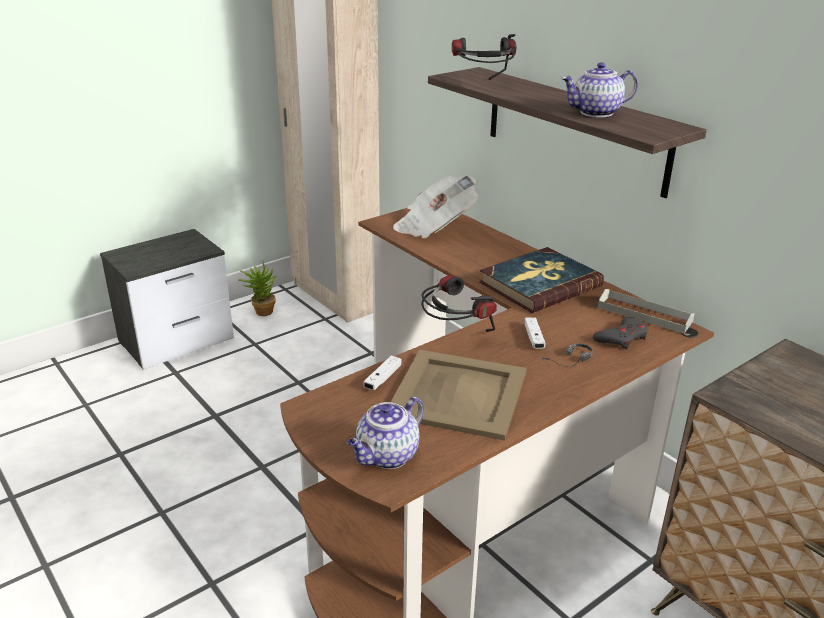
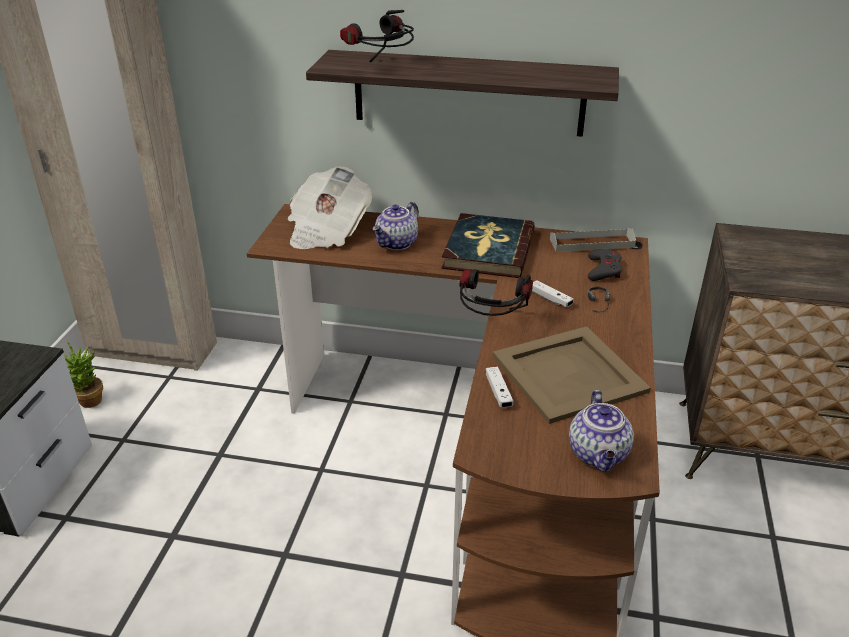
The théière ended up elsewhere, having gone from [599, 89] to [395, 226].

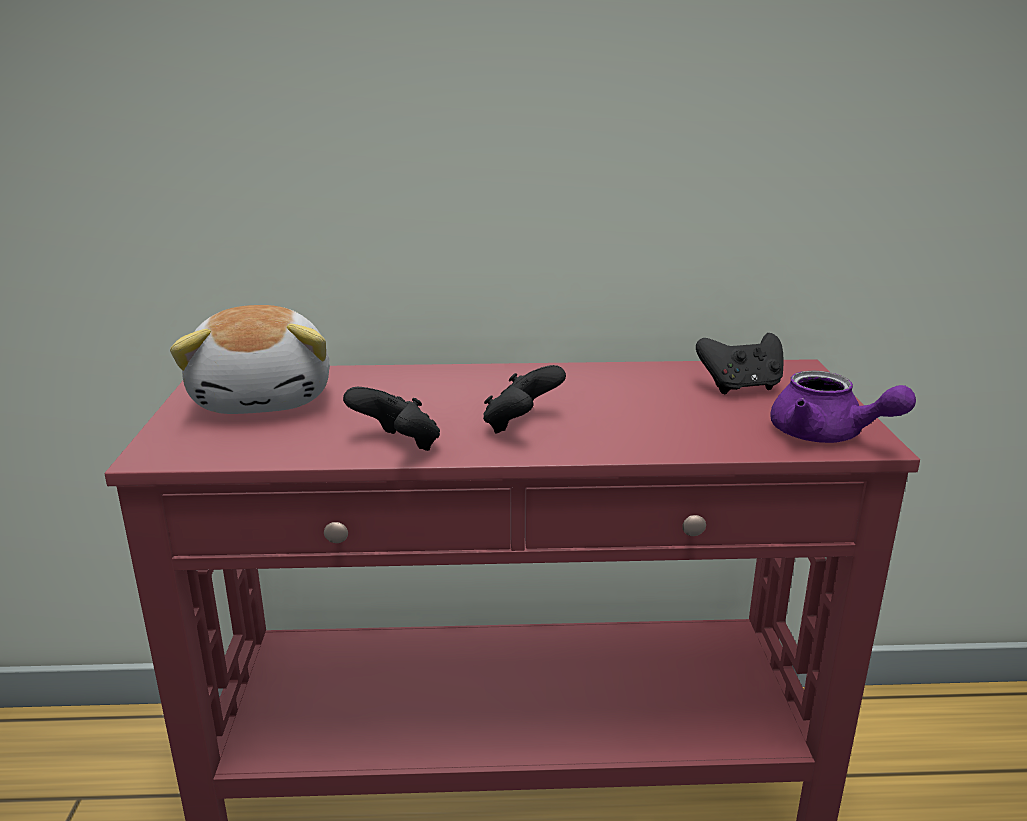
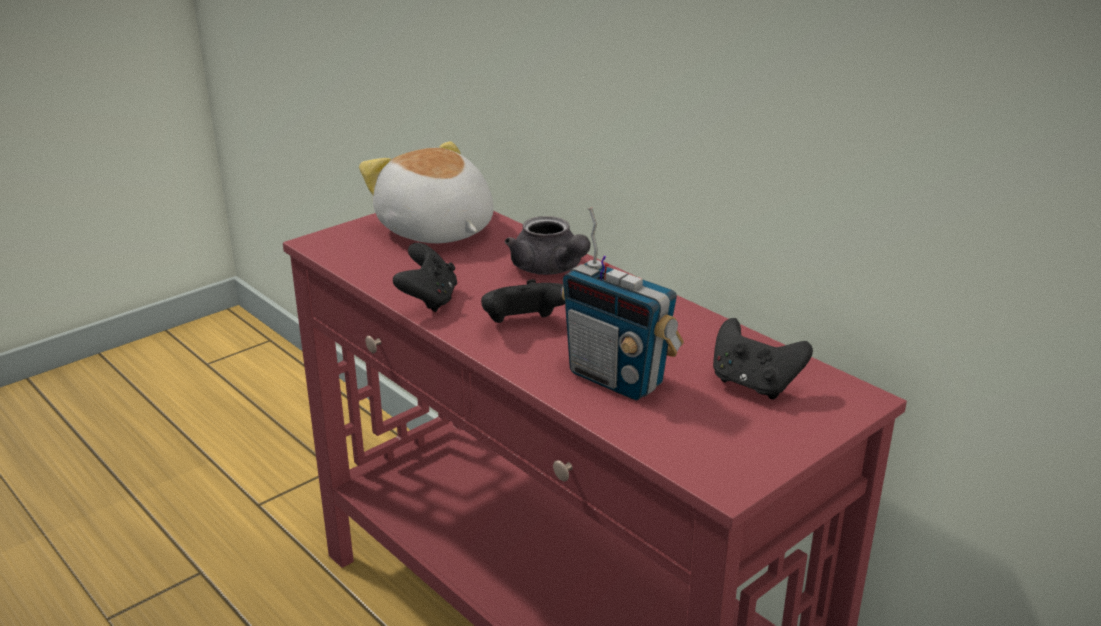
The peluche at [250, 359] ended up facing another way, 105 degrees clockwise from before. The second view gained the théière/gris at [547, 245]. The second view gained the radio at [622, 303]. The second view lost the théière/violet at [843, 407].

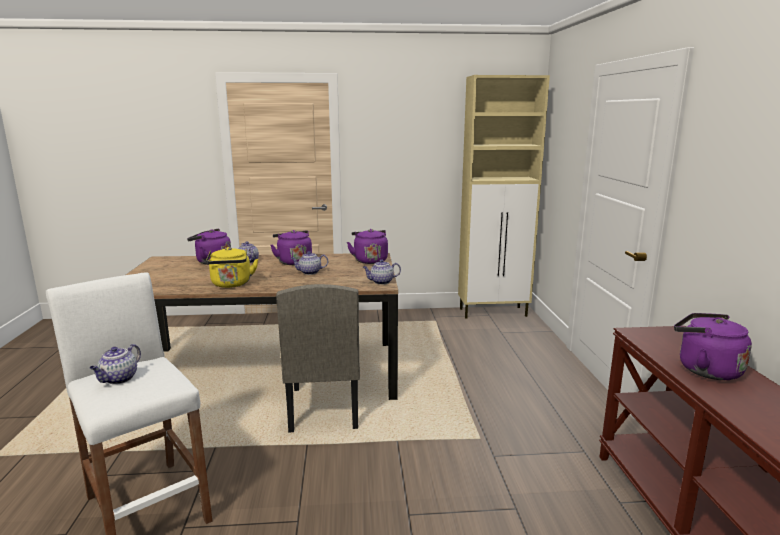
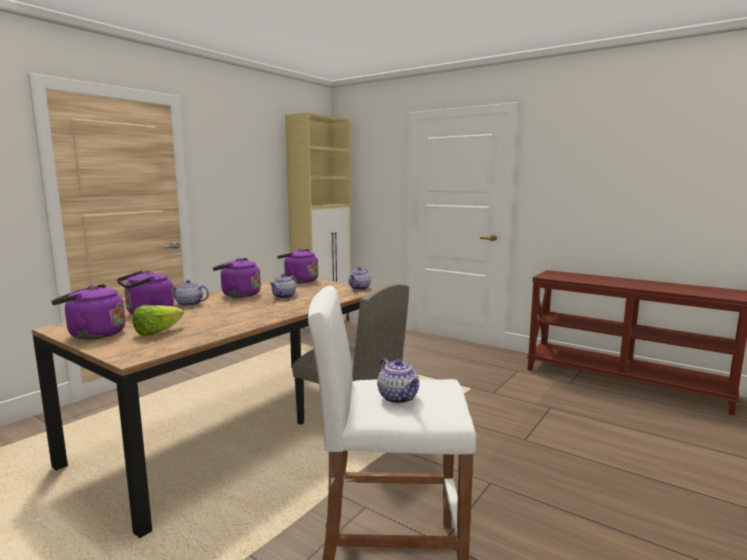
The bouilloire/violet ended up elsewhere, having gone from [713, 346] to [88, 311]. The second view gained the laitue at [158, 320]. The second view lost the bouilloire/jaune at [232, 267].

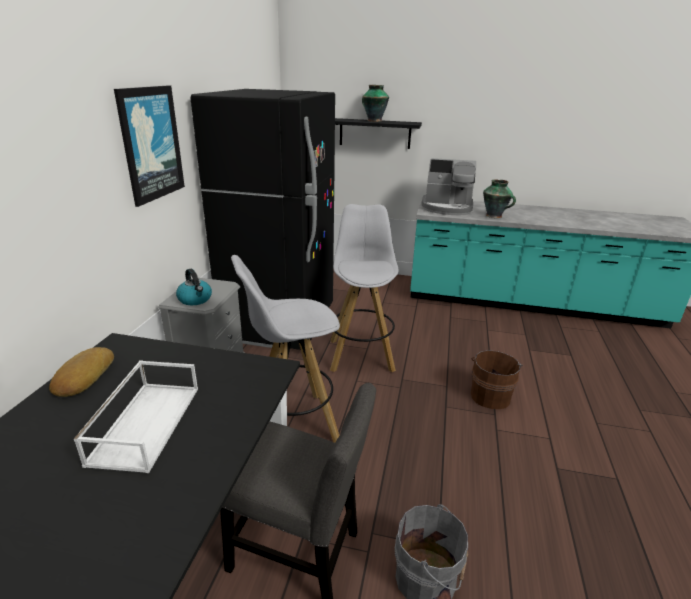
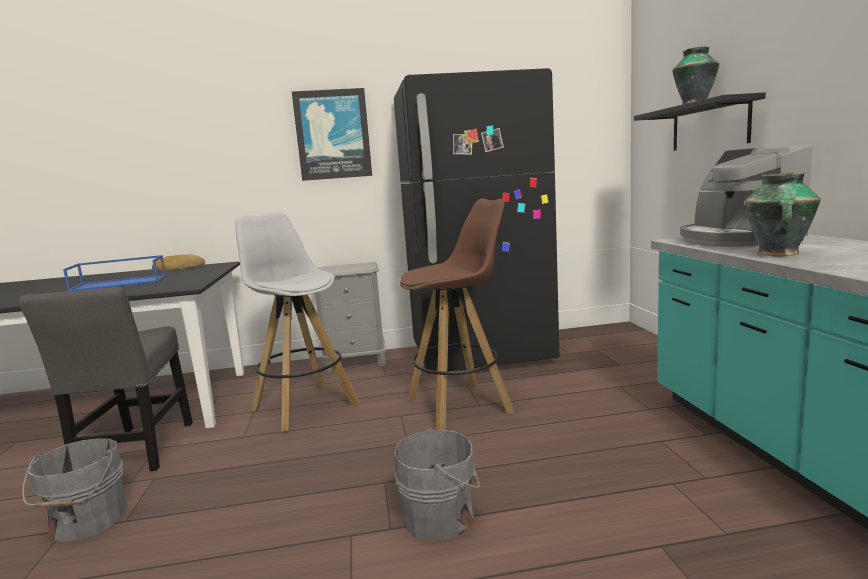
What was the plateau/blanc at [136, 416] turned into the plateau/bleu at [115, 273]. What was the seau/marron at [497, 379] turned into the seau/gris at [437, 484]. What was the tabouret/blanc at [364, 288] turned into the tabouret/marron at [457, 314]. The second view lost the bouilloire at [194, 287].

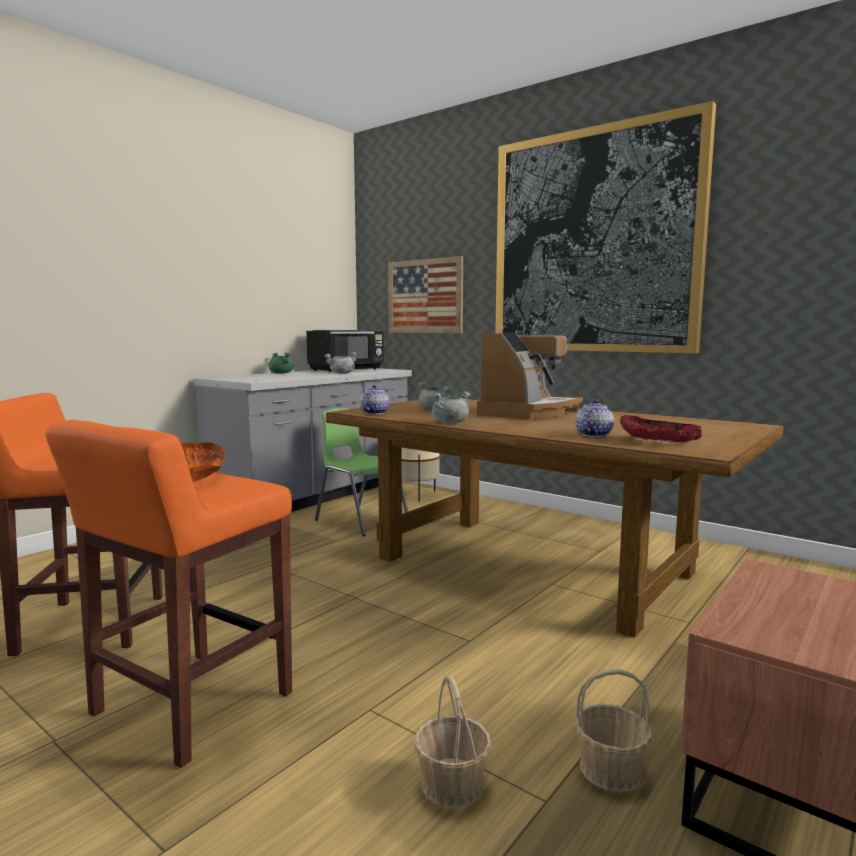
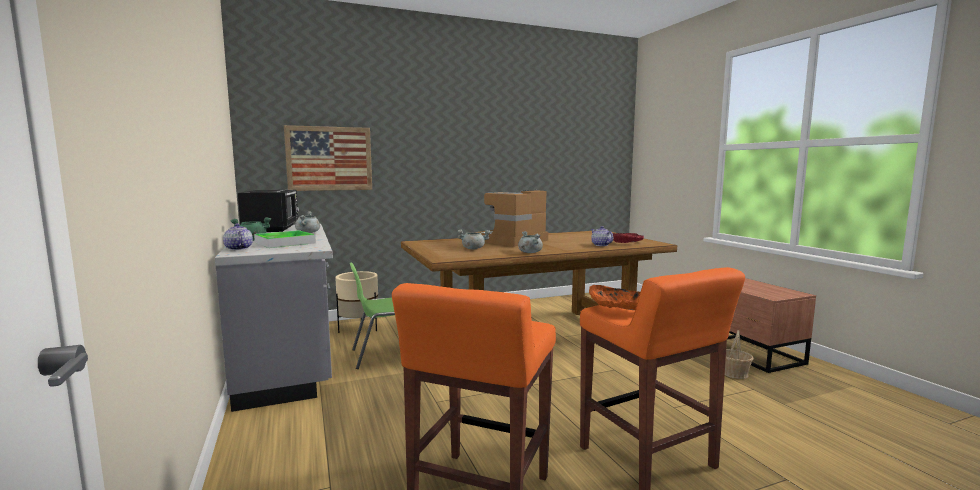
The théière ended up elsewhere, having gone from [374, 399] to [238, 236]. The second view gained the plateau at [285, 239]. The machine à café at [530, 375] ended up facing another way, 105 degrees counterclockwise from before. The second view lost the panier at [453, 741]. The second view lost the tableau at [605, 227].

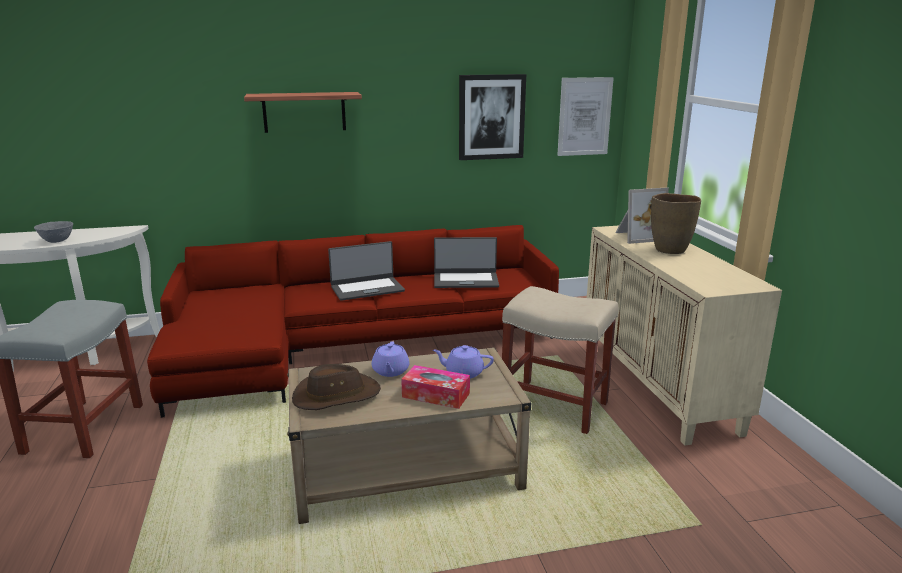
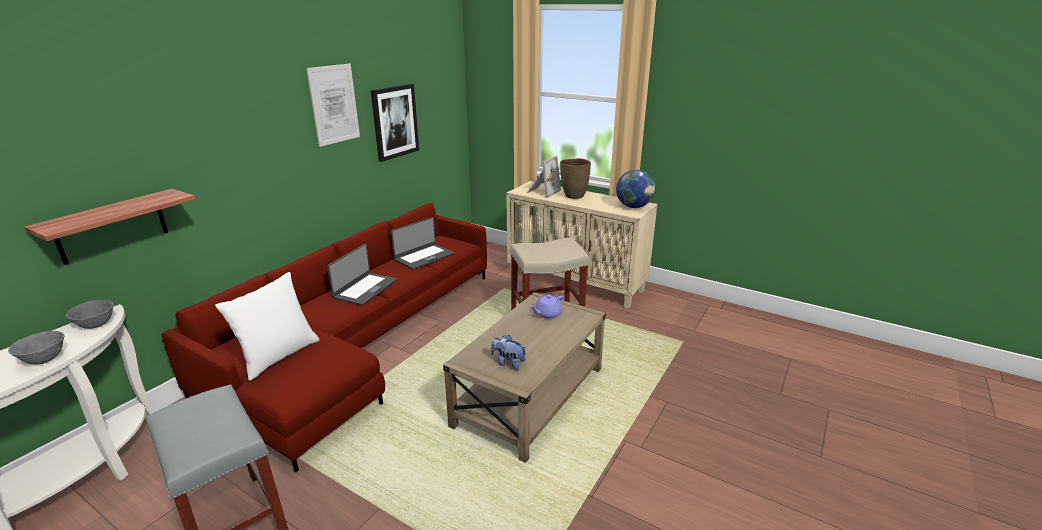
The étagère ended up elsewhere, having gone from [303, 112] to [110, 227]. The second view gained the bol/gris at [89, 314]. The second view gained the coussin/blanc at [267, 326]. The tableau ended up elsewhere, having gone from [585, 116] to [333, 105]. Where the chapeau/marron stood at [336, 387], the peluche came to stand at [508, 352]. The second view gained the globe at [635, 189]. The second view lost the théière/violet at [390, 359]. The second view lost the boîte à mouchoirs at [435, 387].

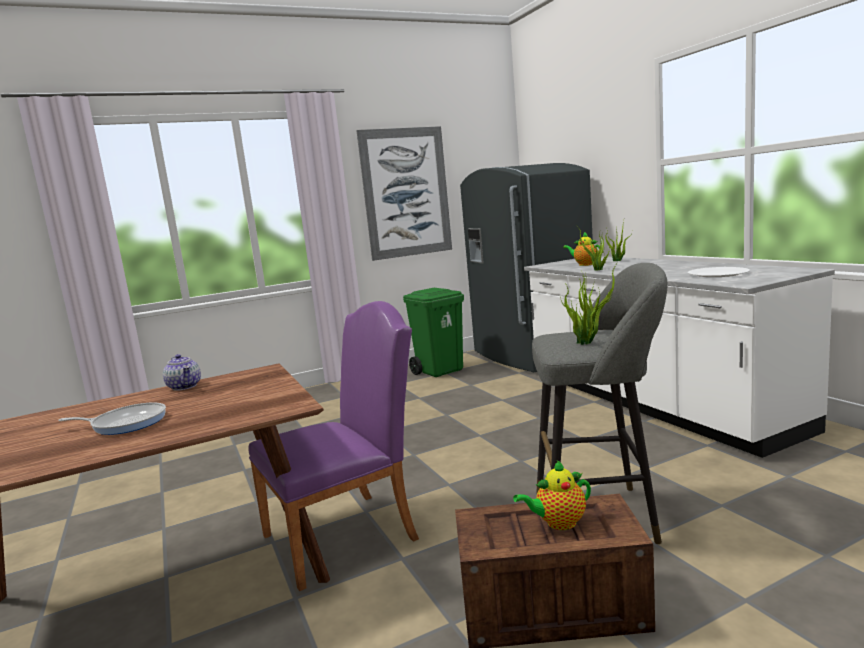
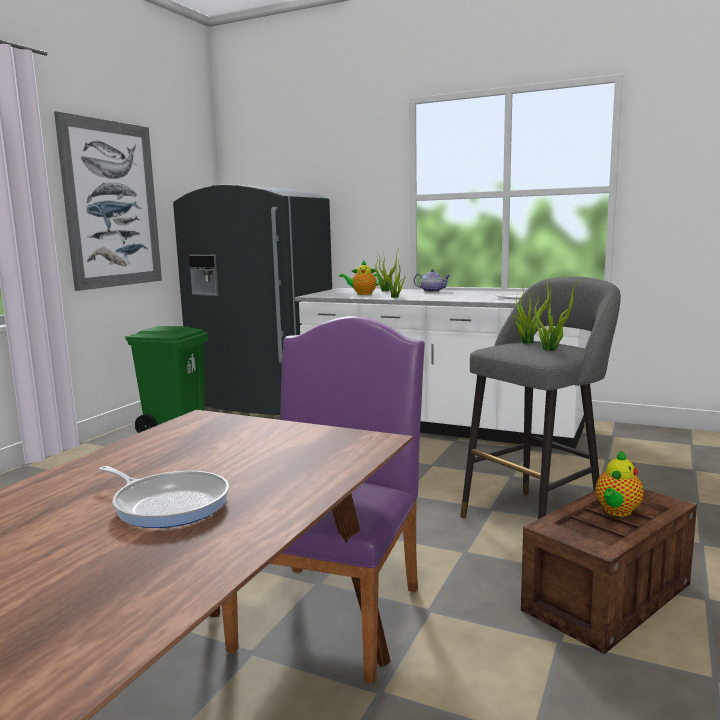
The poêle at [112, 419] ended up facing another way, 75 degrees clockwise from before. The théière ended up elsewhere, having gone from [182, 372] to [432, 280].

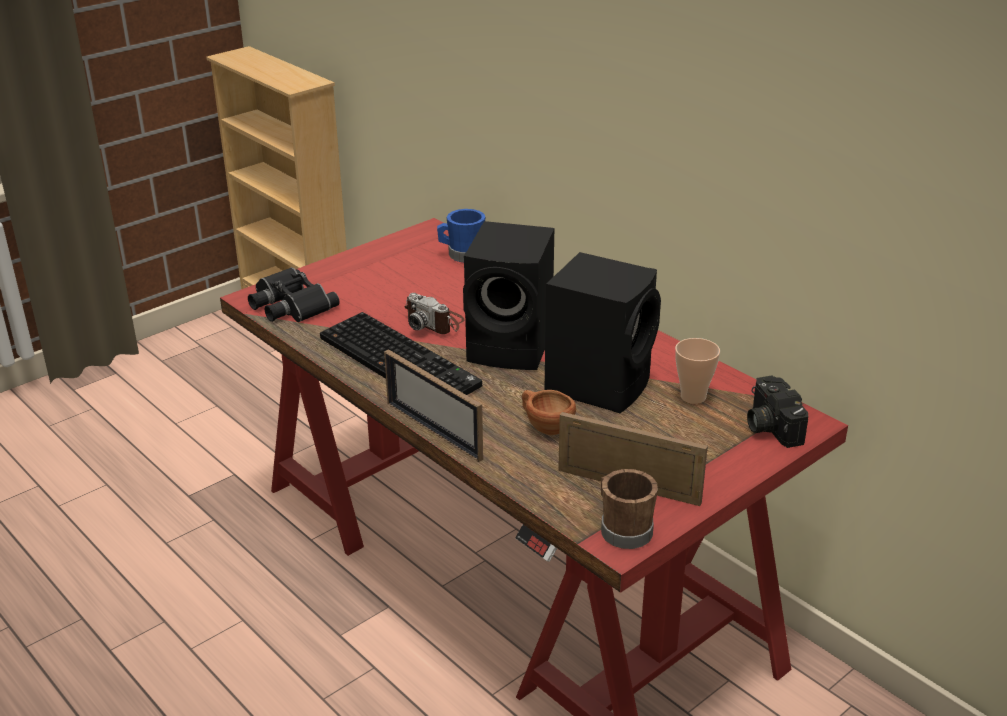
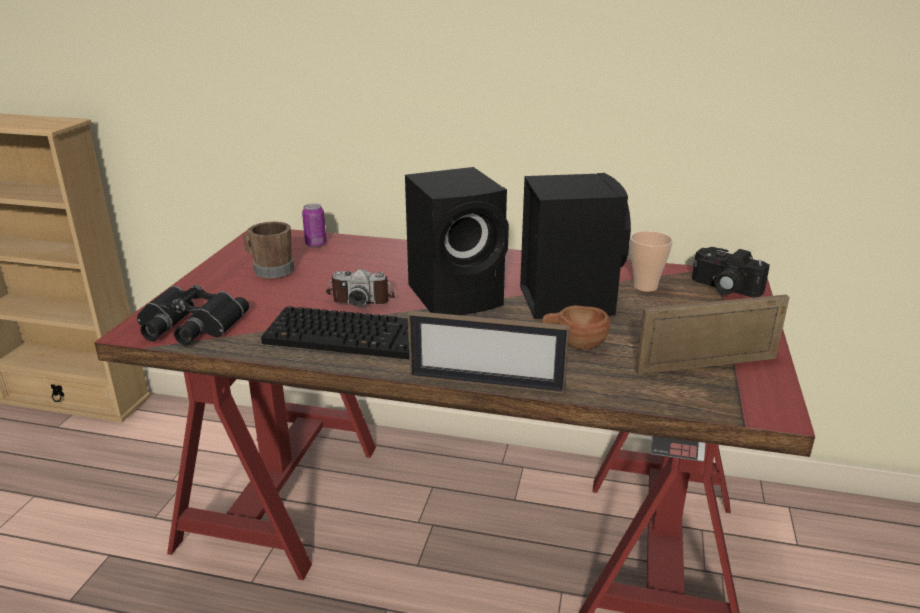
The mug/marron ended up elsewhere, having gone from [629, 509] to [268, 250]. Where the mug/bleu stood at [461, 235], the boîte métallique came to stand at [314, 225].

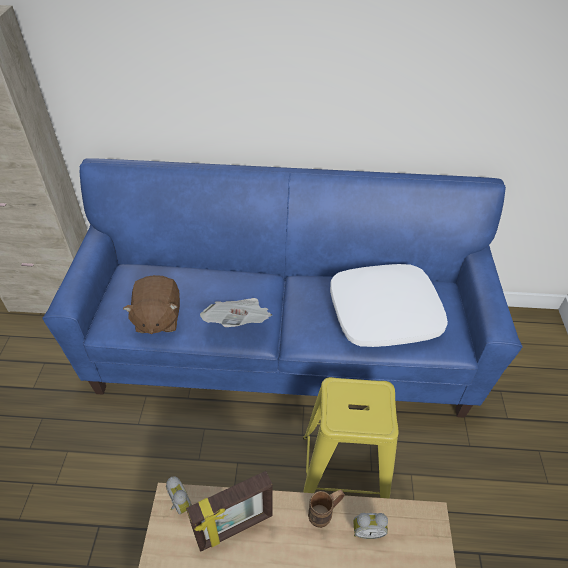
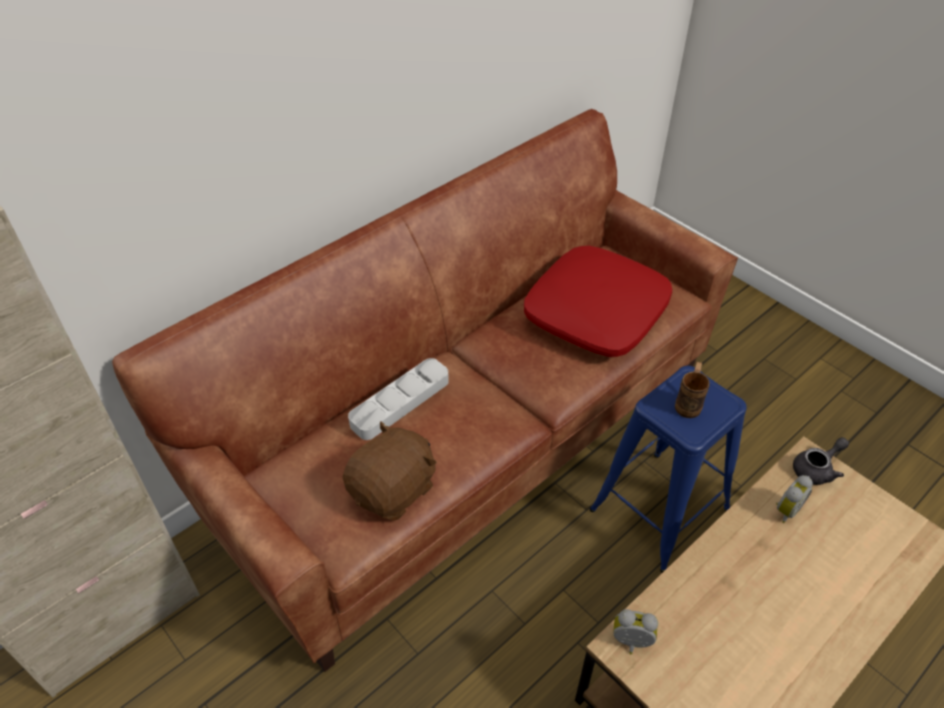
What was the canapé/bleu at [282, 288] turned into the canapé/marron at [425, 390]. The peluche/marron at [151, 304] ended up facing another way, 90 degrees counterclockwise from before. The second view gained the plateau/gris at [398, 399]. What was the coussin/blanc at [389, 305] turned into the coussin/rouge at [598, 301]. What was the tabouret/jaune at [351, 438] turned into the tabouret/bleu at [668, 469]. The mug/marron ended up elsewhere, having gone from [326, 509] to [692, 390]. The second view gained the théière/gris at [821, 461]. The second view lost the cadre photo at [229, 511]. The second view lost the journal at [236, 312].

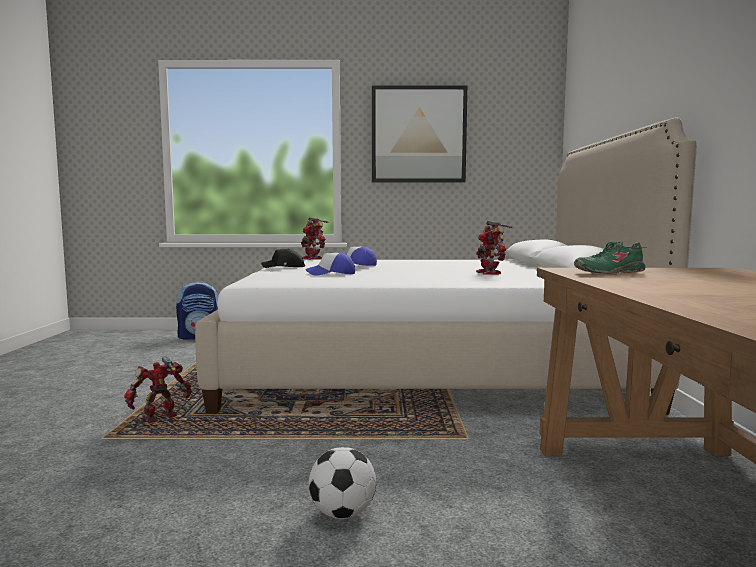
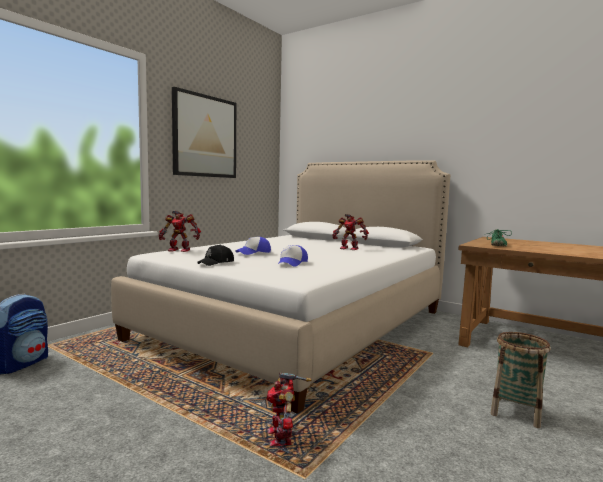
Where the ballon de foot stood at [342, 483], the panier came to stand at [520, 380].

